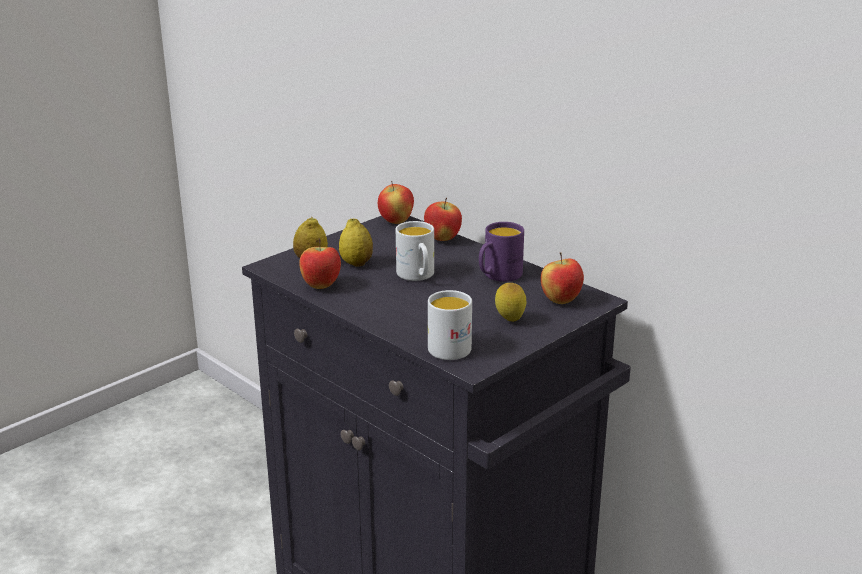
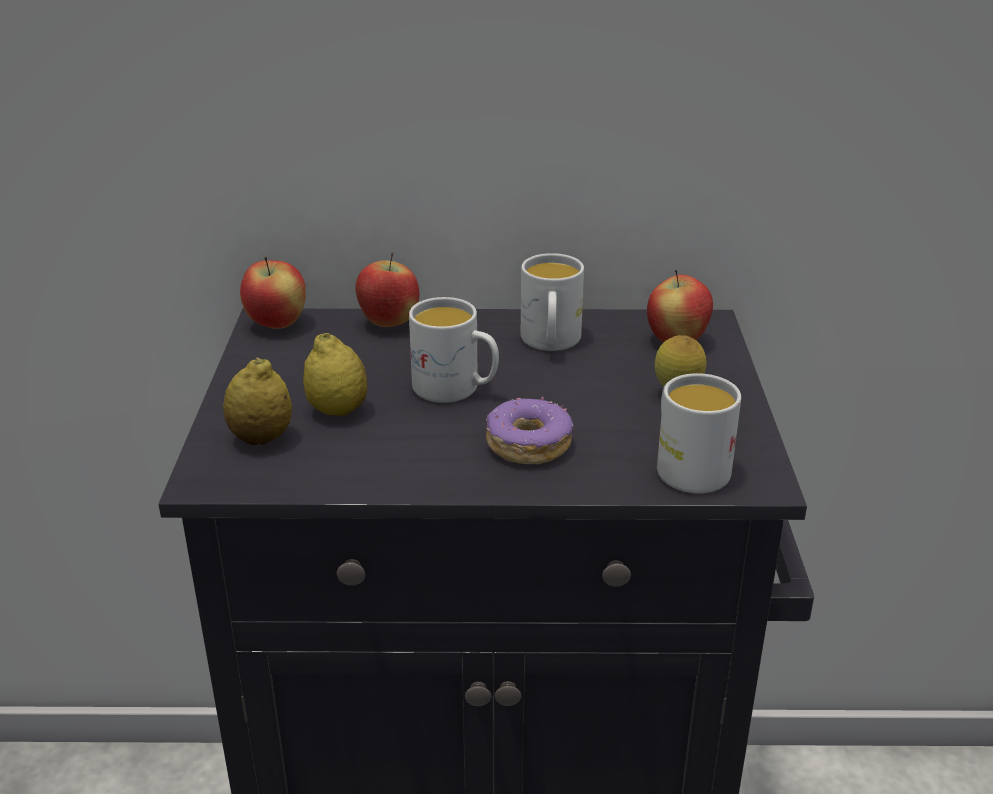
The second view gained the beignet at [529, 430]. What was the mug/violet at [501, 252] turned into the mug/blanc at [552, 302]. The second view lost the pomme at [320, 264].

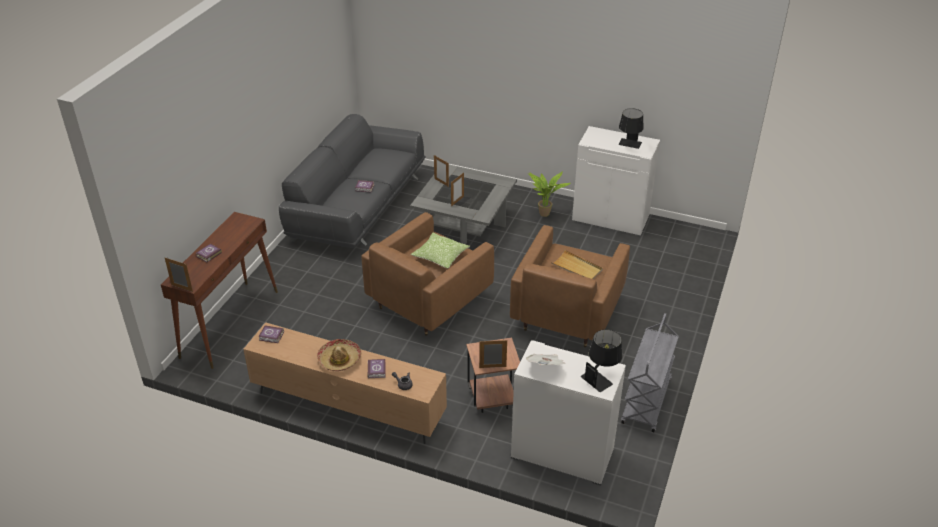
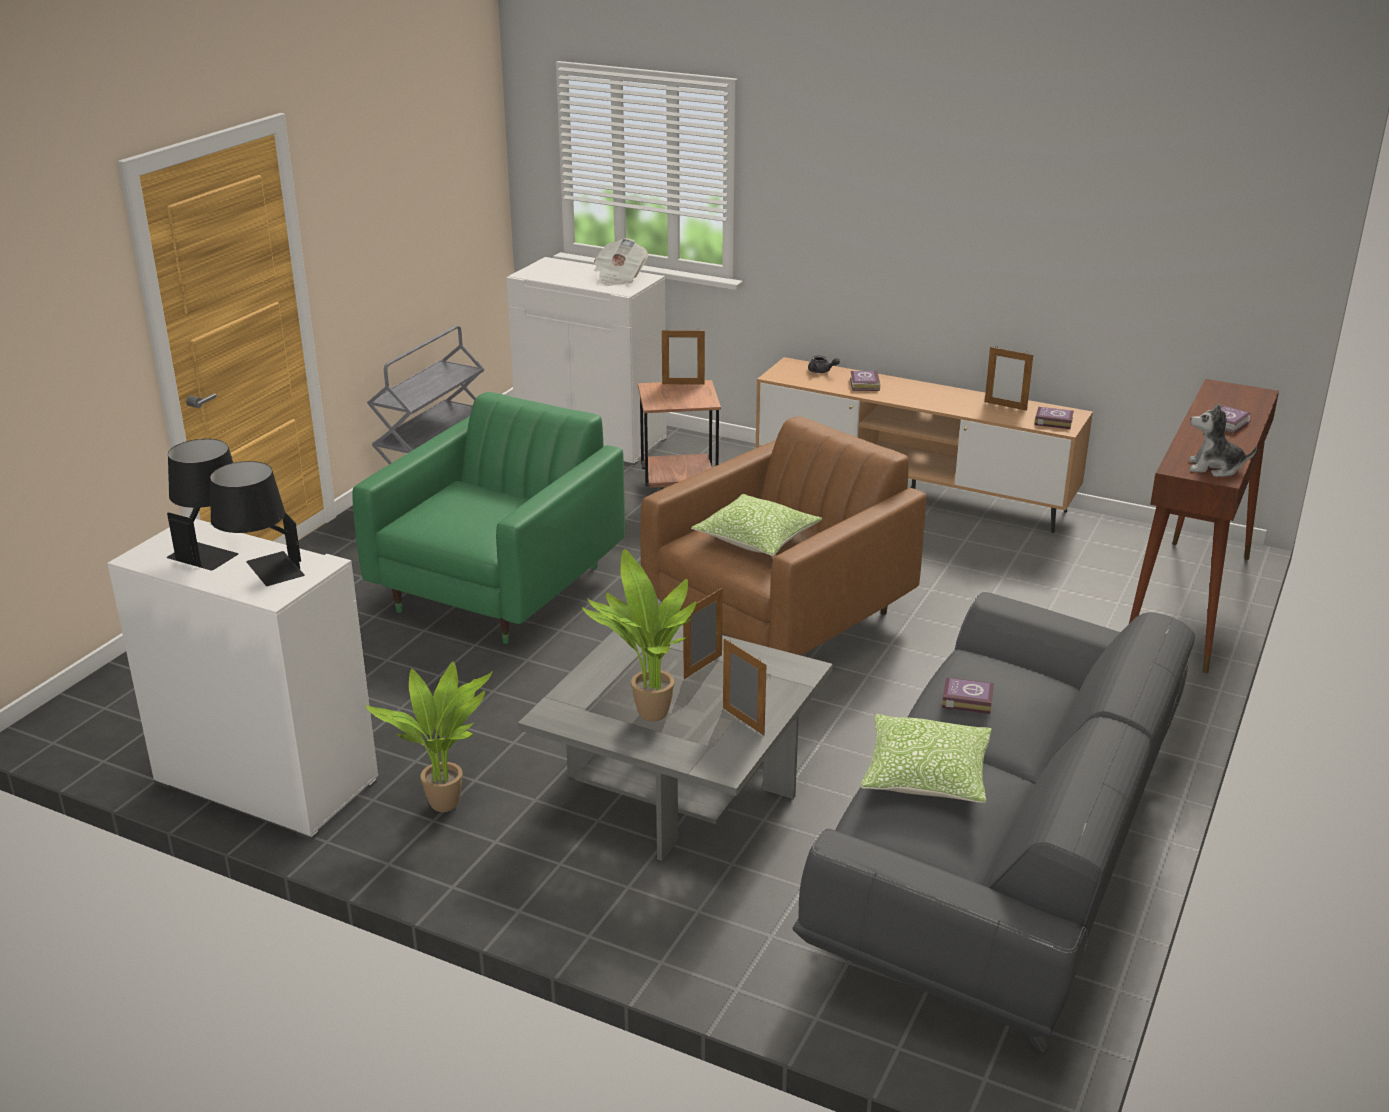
The lampe de table/noir ended up elsewhere, having gone from [601, 360] to [257, 523]. What was the fauteuil/marron at [570, 286] turned into the fauteuil/vert at [488, 518]. The second view gained the plante en pot at [639, 635]. The second view gained the coussin at [926, 758]. The cadre photo ended up elsewhere, having gone from [179, 275] to [1009, 378]. The second view gained the peluche at [1223, 440]. The second view lost the chapeau at [339, 355]. The second view lost the plateau/beige at [577, 264].

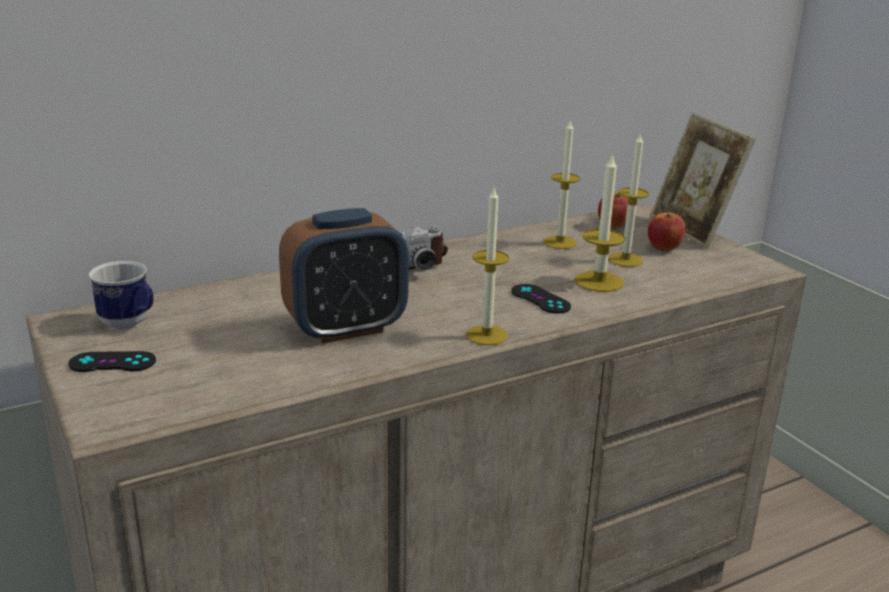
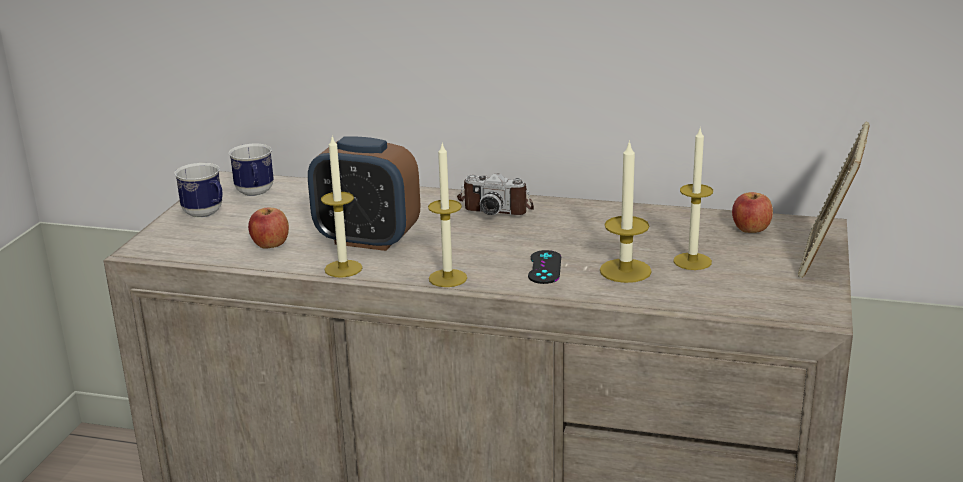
Where the manette/noir stood at [112, 361], the mug came to stand at [198, 190]. The pomme ended up elsewhere, having gone from [667, 231] to [268, 228]. The bougie ended up elsewhere, having gone from [562, 184] to [341, 207].

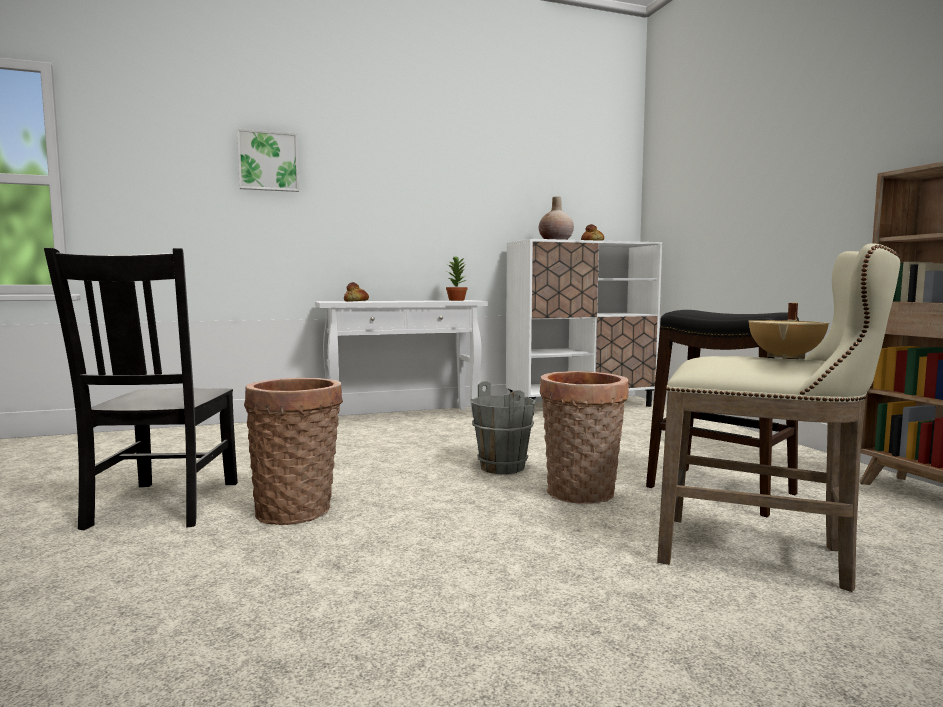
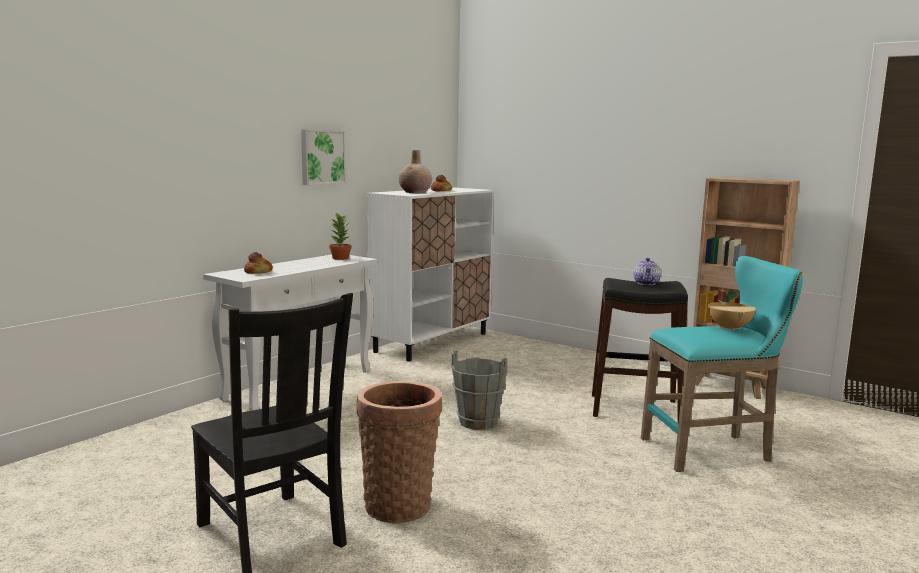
The tableau ended up elsewhere, having gone from [268, 160] to [323, 157]. The second view gained the théière at [647, 271]. What was the tabouret/beige at [778, 417] turned into the tabouret/turquoise at [722, 364]. The second view lost the panier at [584, 437].

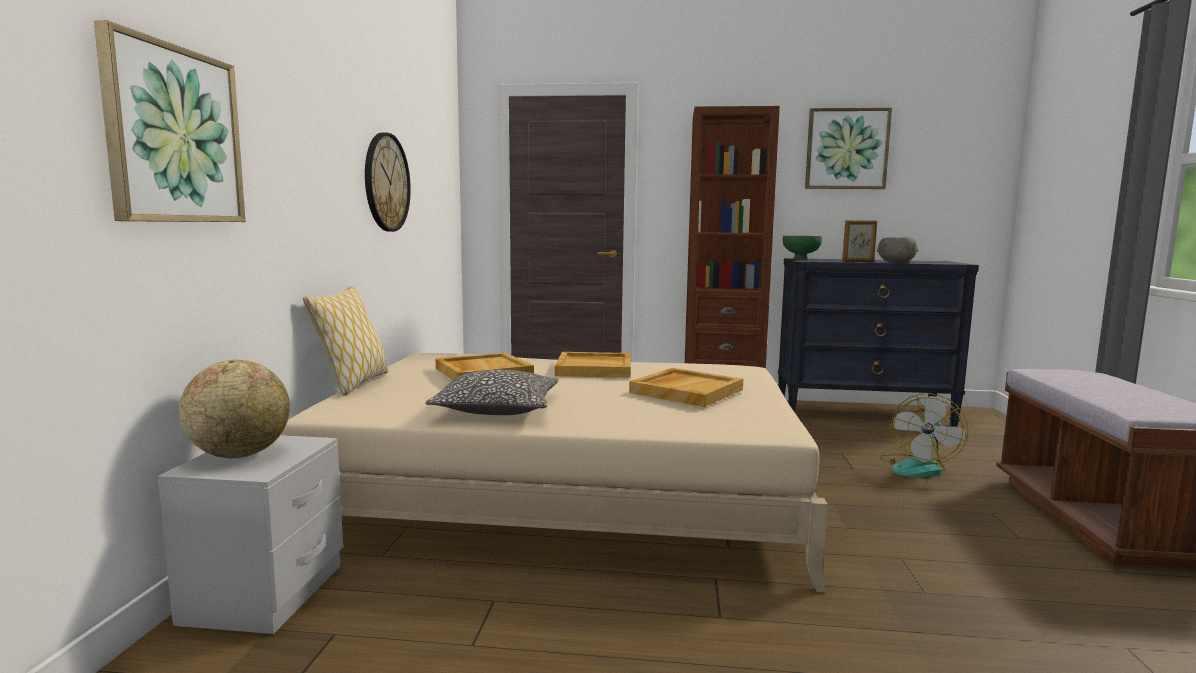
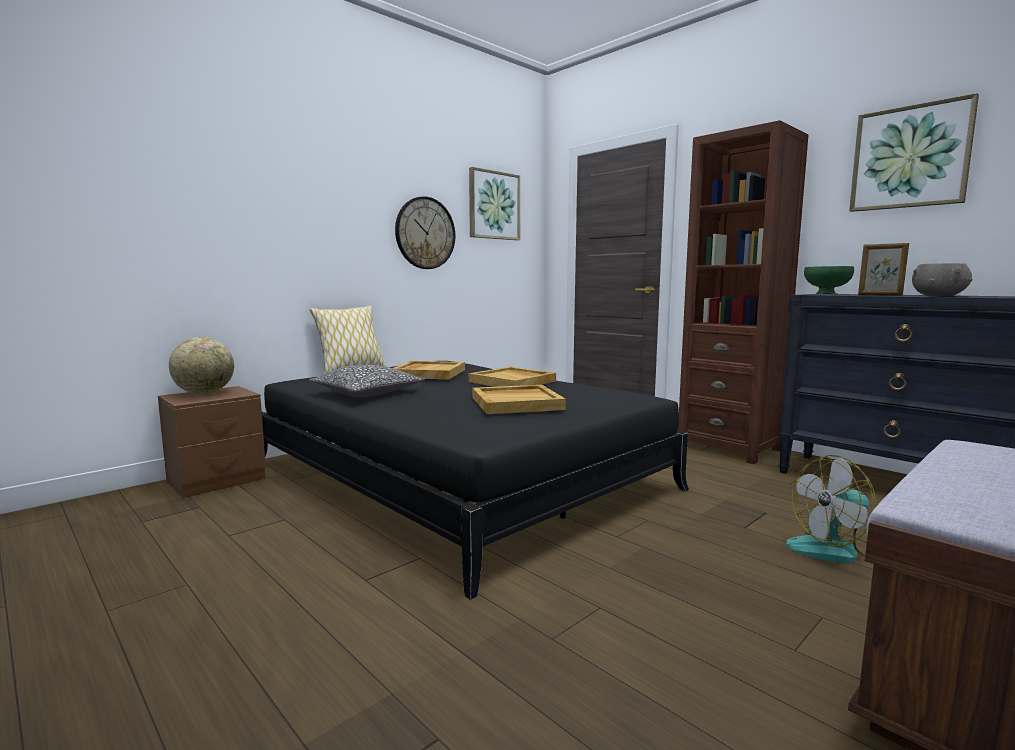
What was the table de chevet/gris at [250, 534] turned into the table de chevet/marron at [212, 442]. What was the lit/beige at [554, 473] turned into the lit/noir at [475, 480]. The tableau ended up elsewhere, having gone from [169, 121] to [494, 203].

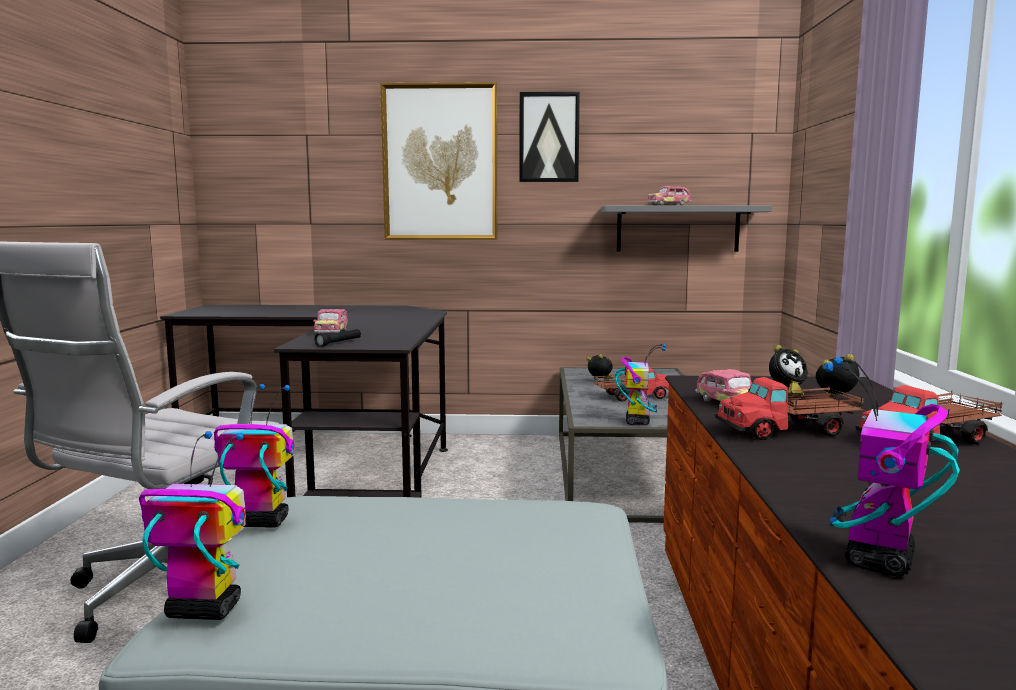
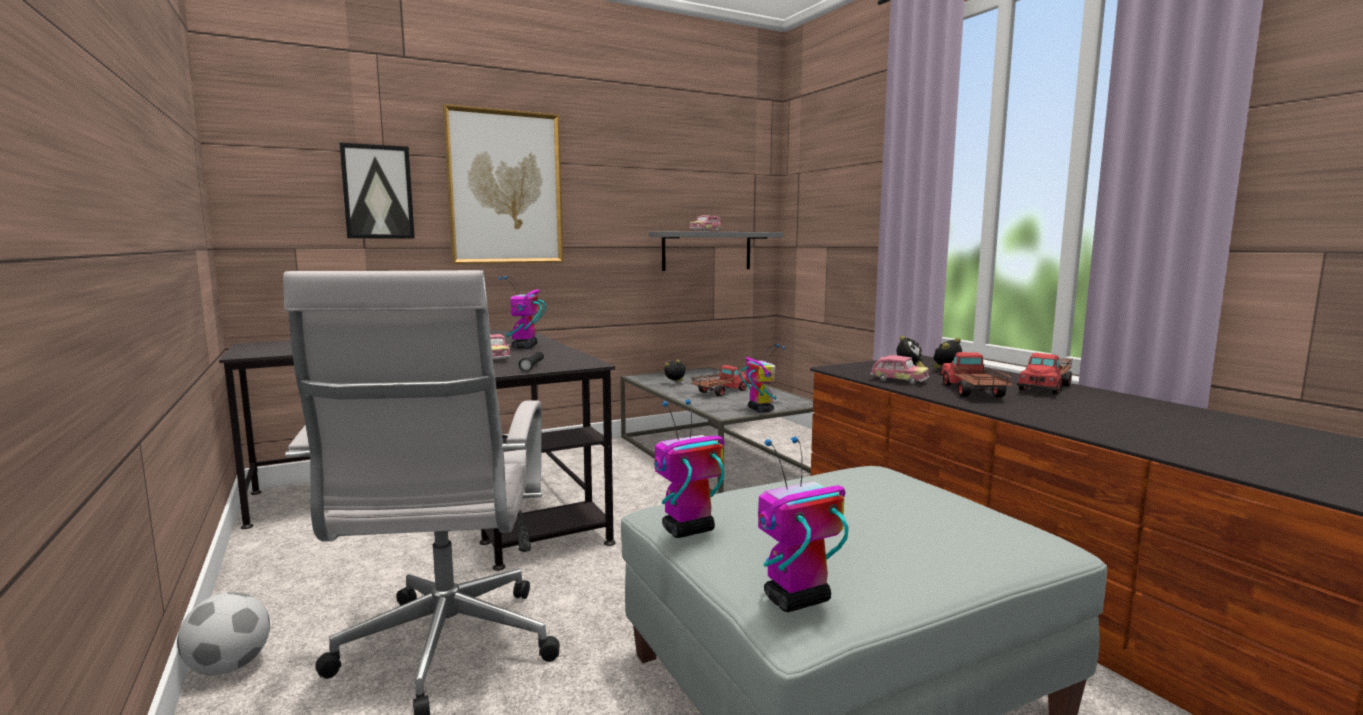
The second view gained the ballon de foot at [223, 633]. The tableau ended up elsewhere, having gone from [549, 137] to [377, 190]. The robot jouet ended up elsewhere, having gone from [892, 466] to [522, 312]. The camion jouet at [789, 408] ended up facing another way, 135 degrees clockwise from before.

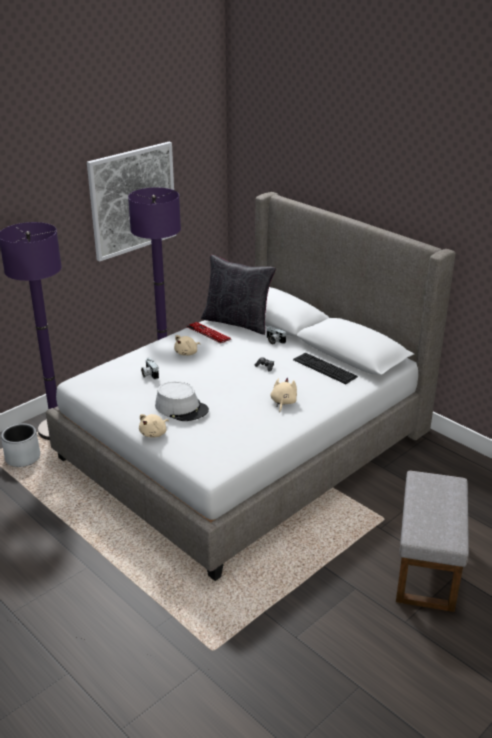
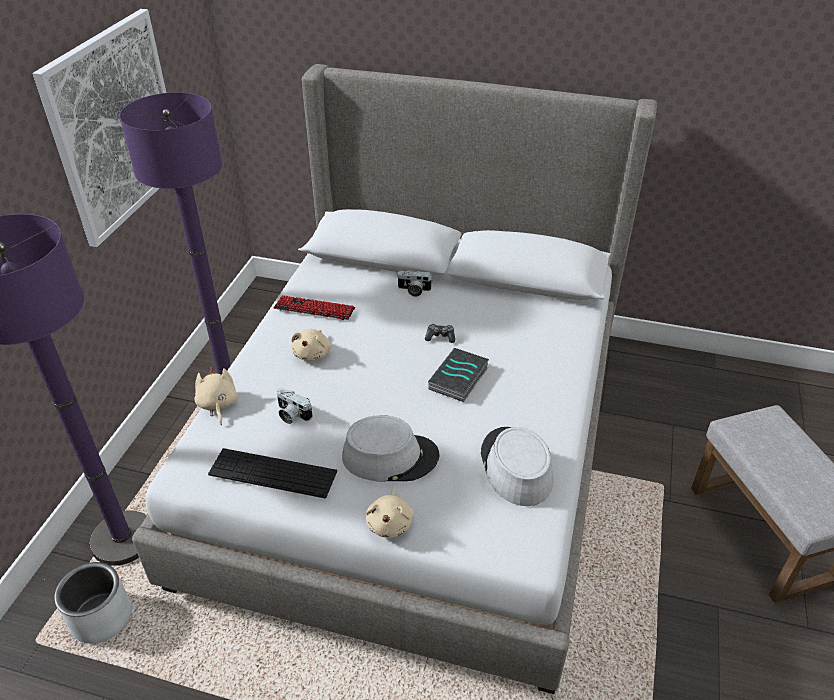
The peluche/beige ended up elsewhere, having gone from [283, 395] to [216, 396]. The clavier ended up elsewhere, having gone from [325, 368] to [272, 473]. The second view gained the livre at [458, 375]. The second view gained the chapeau/gris at [517, 466]. The second view lost the coussin/noir at [238, 295].

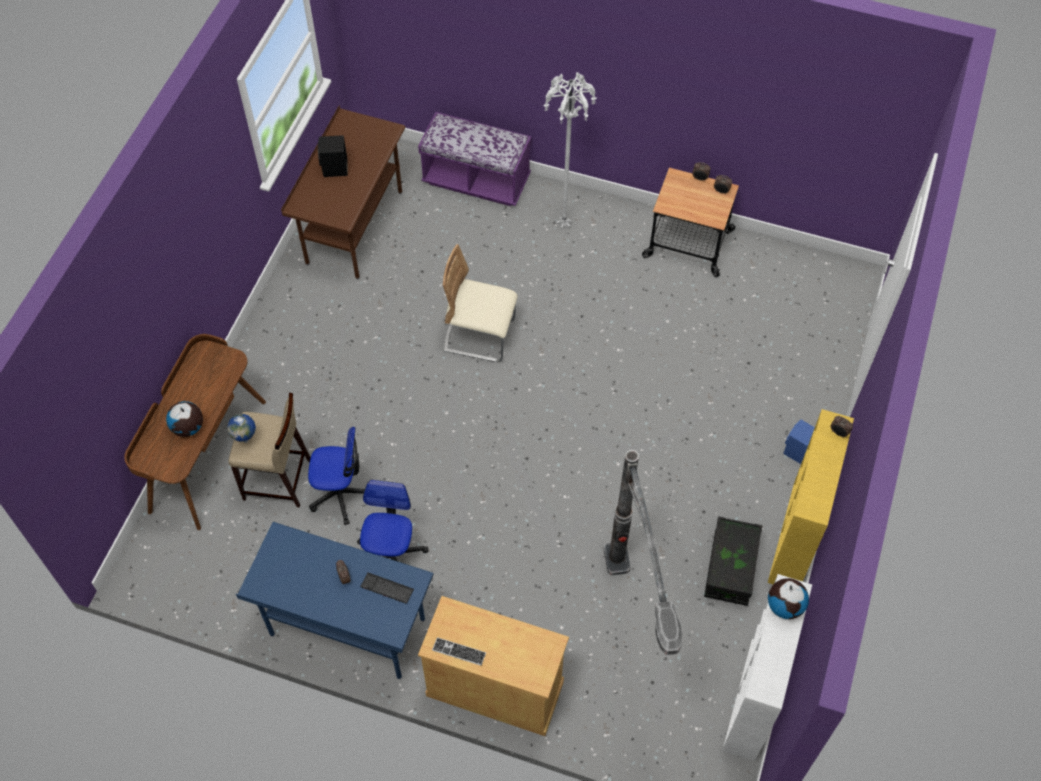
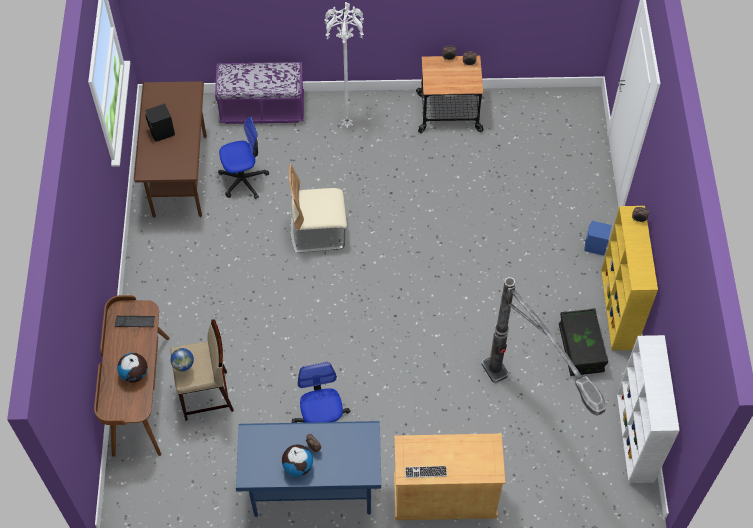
The clavier ended up elsewhere, having gone from [387, 588] to [135, 321]. The chaise de bureau ended up elsewhere, having gone from [336, 476] to [243, 158]. The globe ended up elsewhere, having gone from [788, 598] to [297, 460].

